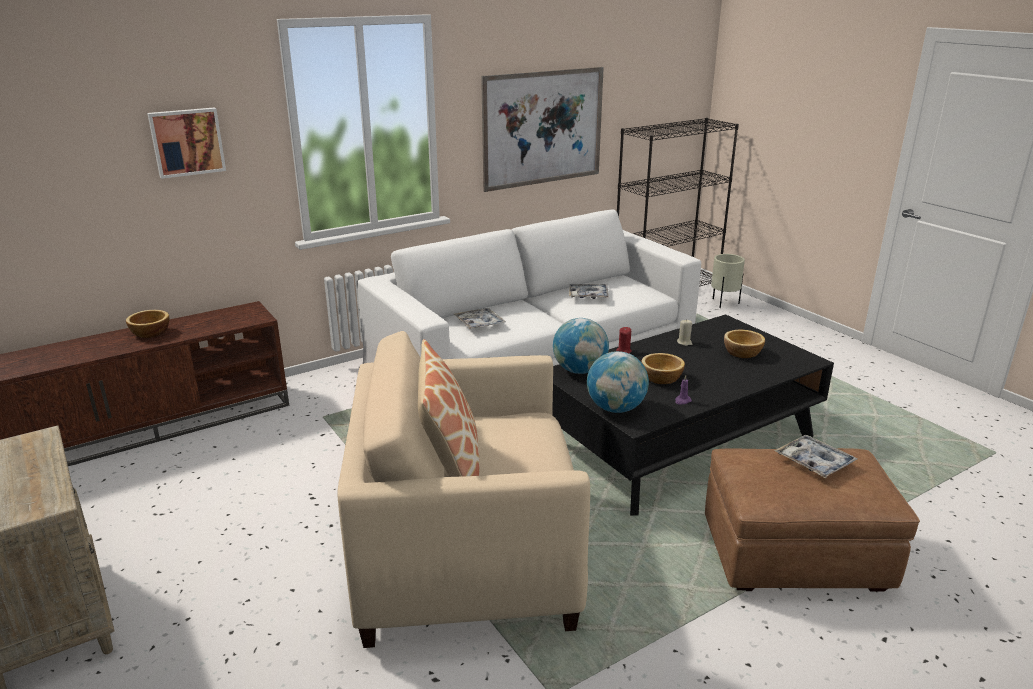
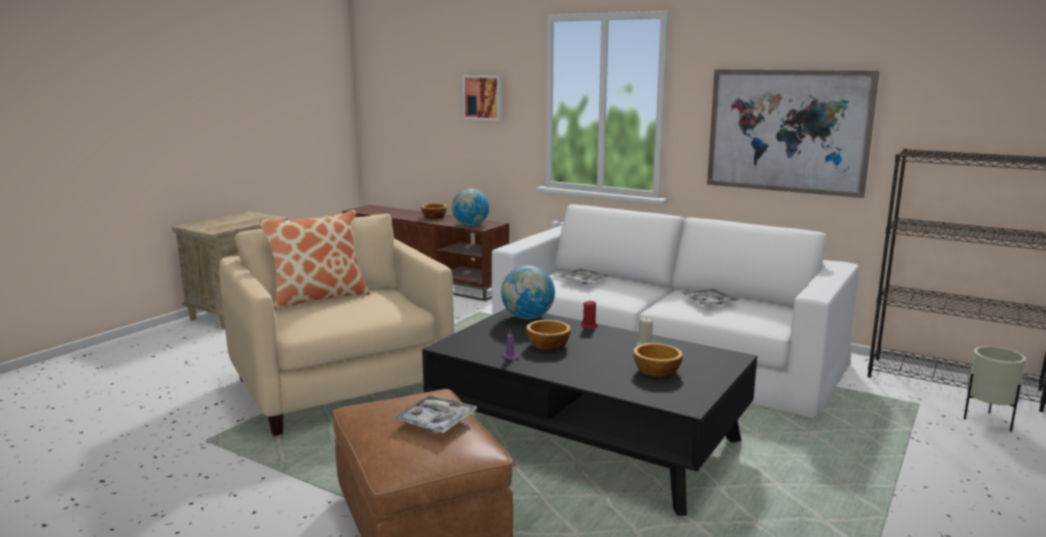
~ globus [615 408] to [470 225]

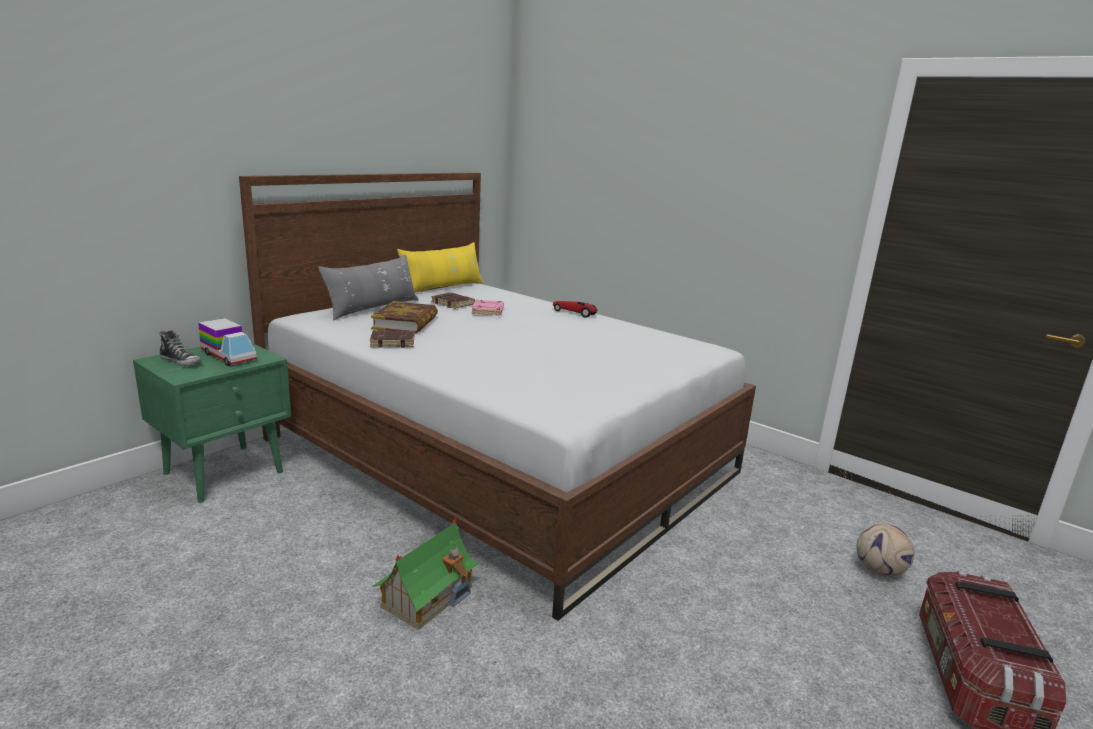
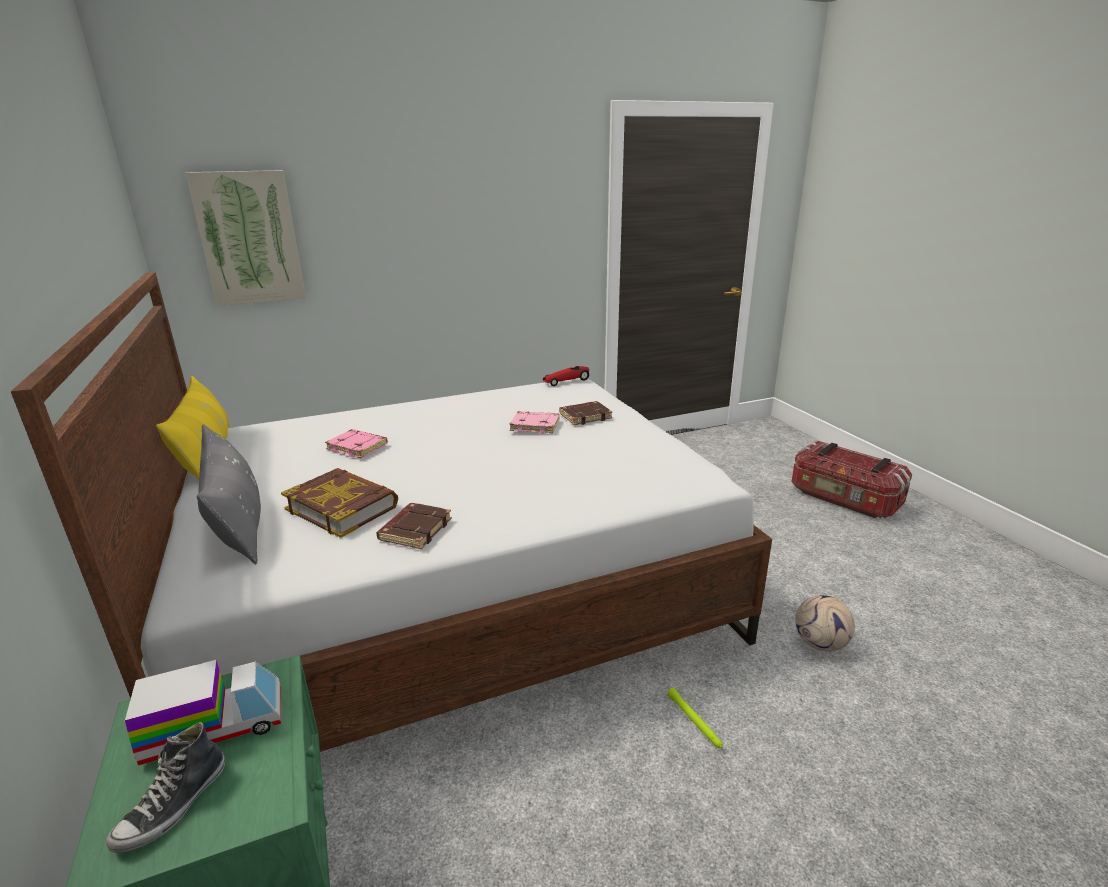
~ książka (brązowy) [453 303] to [585 416]
~ samochodzik [574 313] to [566 381]
~ but [181 362] = [174 806] 150 degrees clockwise
~ domek [428 596] to latarka (zielony) [694 721]
~ piłka futbolowa [879 571] to [821 644]
+ obraz [249 238]
+ książka (różowy) [536 426]

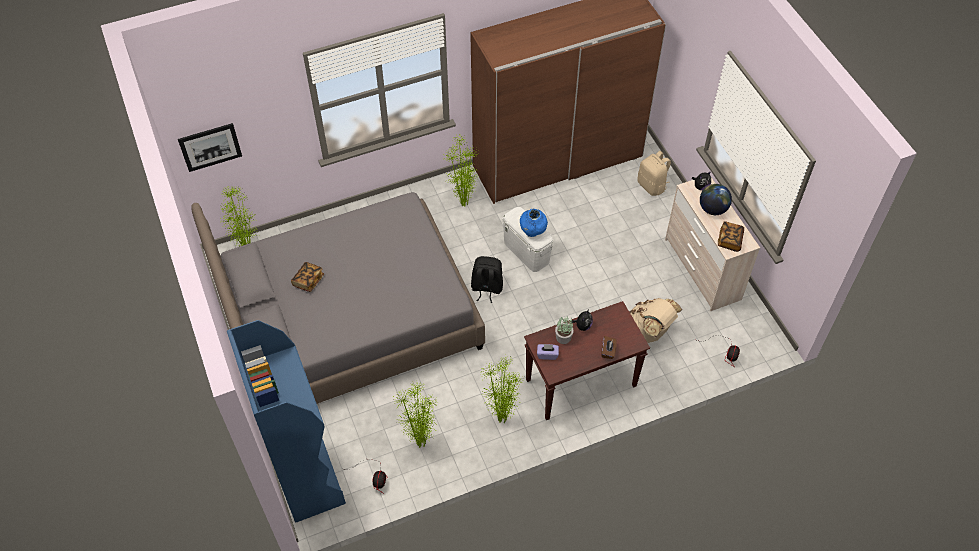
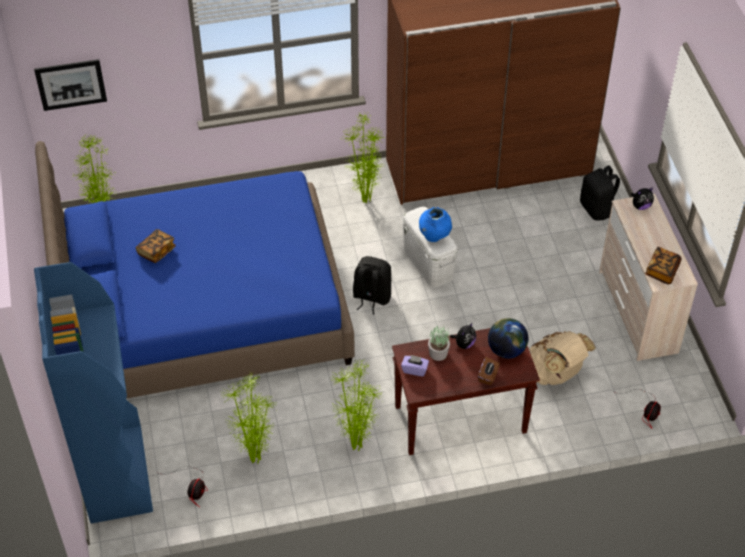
~ plecak (beżowy) [652 186] to plecak (czarny) [597 209]
~ globus [712 209] to [506 350]
~ łóżko (szary) [350 320] to łóżko (niebieski) [203 310]

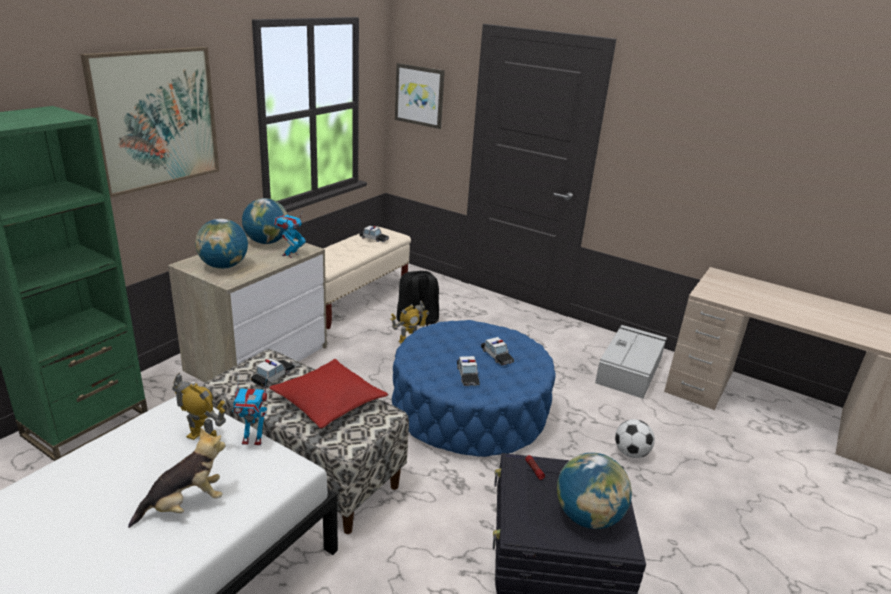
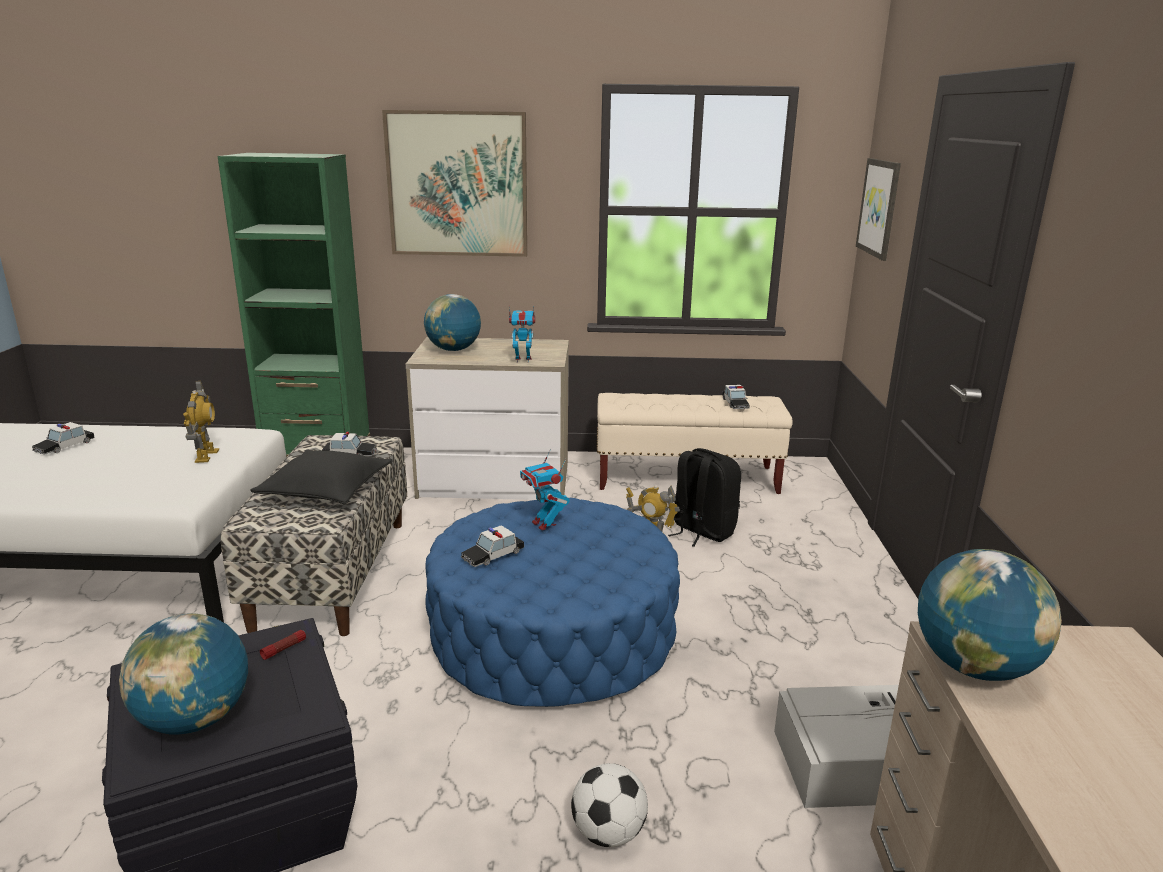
~ globus [267 242] to [974 666]
~ samochodzik [497 356] to [64 446]
~ poduszka (czerwony) [328 402] to poduszka (czarny) [326 489]
~ robot zabawkowy [253 439] to [544 524]
- pluszak [185 505]

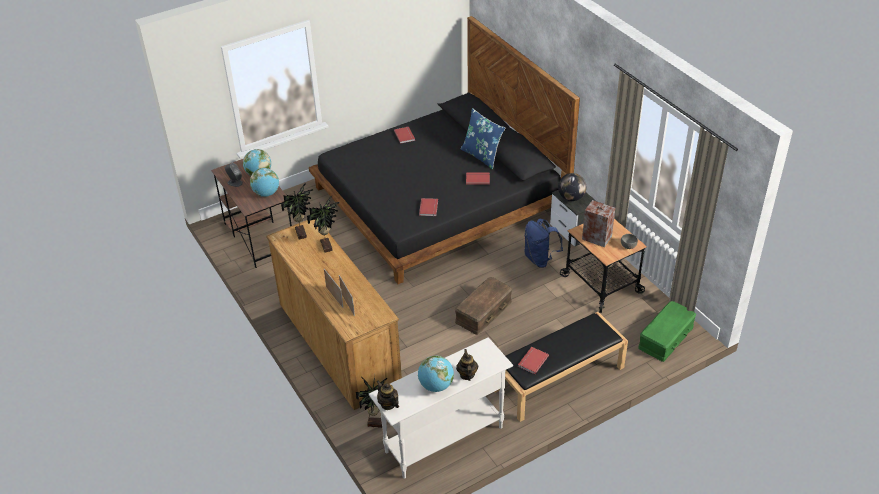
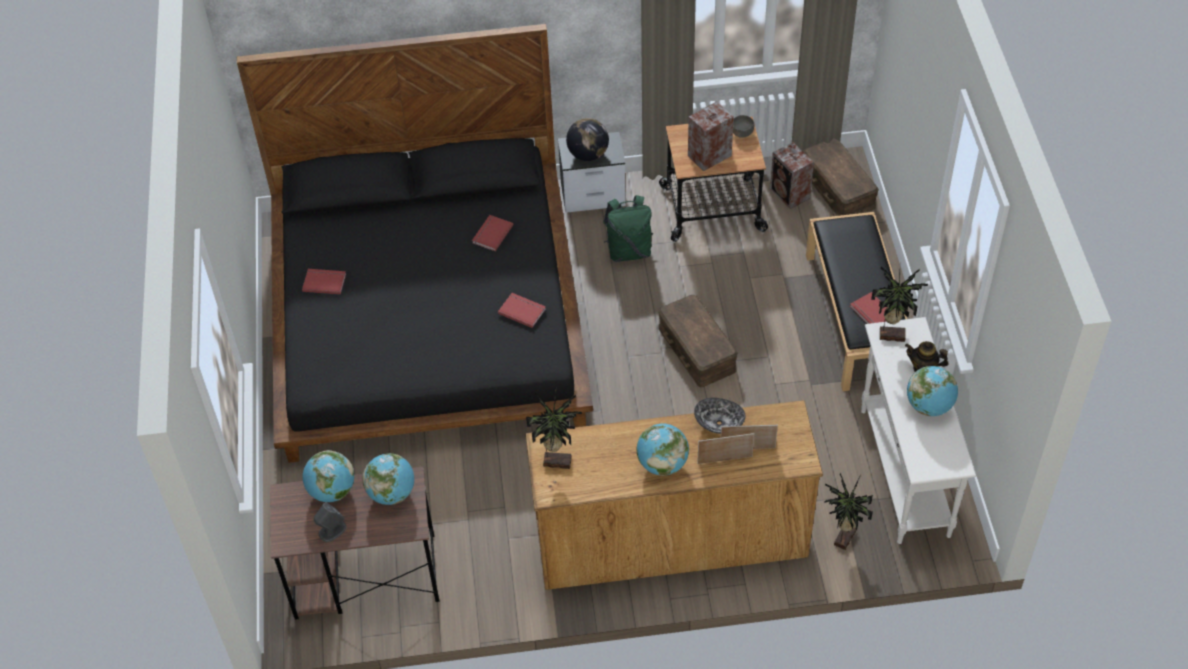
- poduszka (niebieski) [482 156]
~ roślina doniczkowa [327 246] to [891 334]
~ plecak (niebieski) [540 259] to plecak (zielony) [629 251]
~ pojemnik do przechowywania (zielony) [666 337] to pojemnik do przechowywania (brązowy) [838 188]
- imbryk [388 404]
+ głośnik [790 194]
+ miska [719 423]
+ globus [662 464]

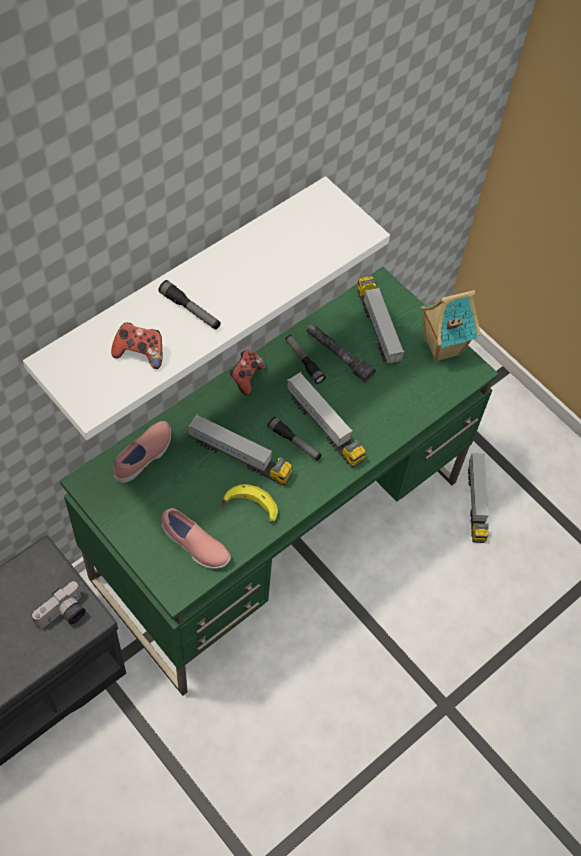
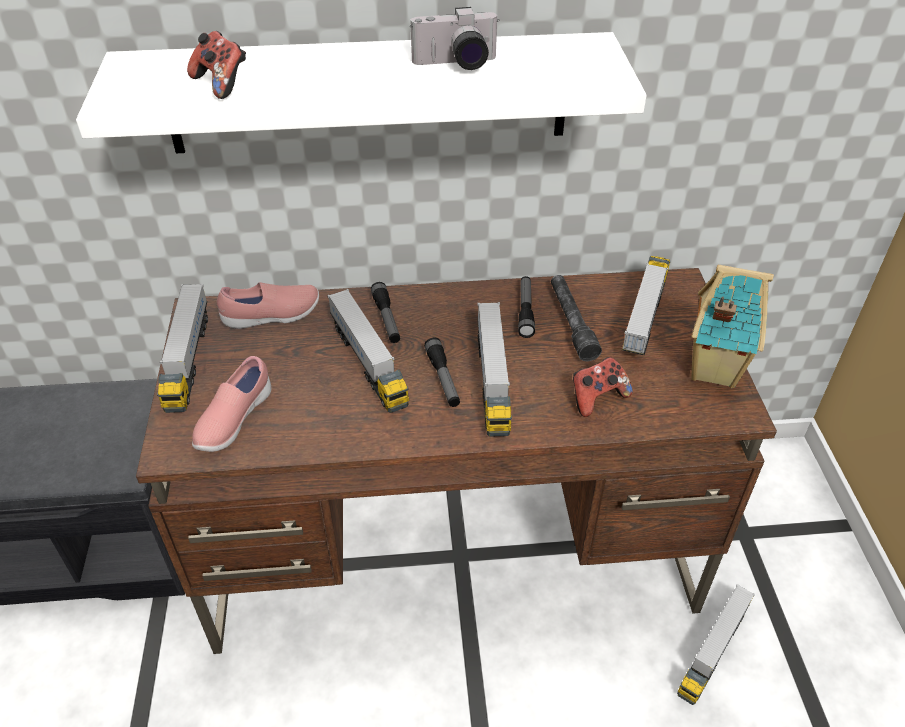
~ biurko (zielony) [279 528] to biurko (brązowy) [454 546]
~ latarka [190 310] to [386 319]
~ pad do gier [246 377] to [597 398]
- banan [249 510]
~ but (różowy) [195 546] = [233 420] 45 degrees clockwise
~ aparat fotograficzny [63 615] to [456 64]
+ ciężarówka zabawkowa [188 359]

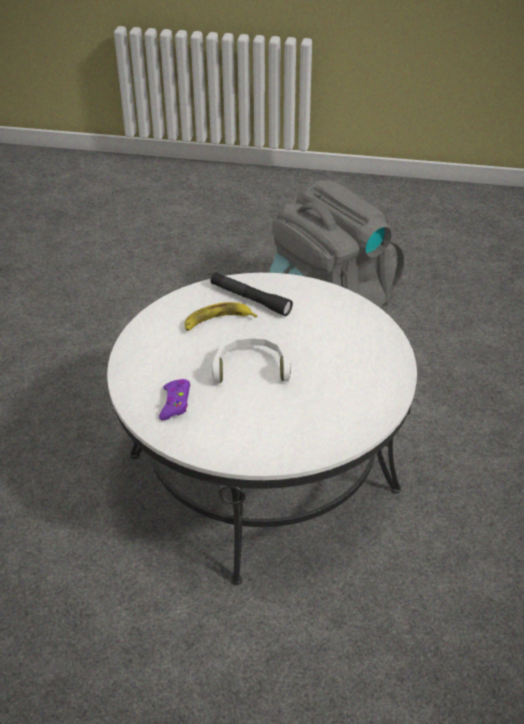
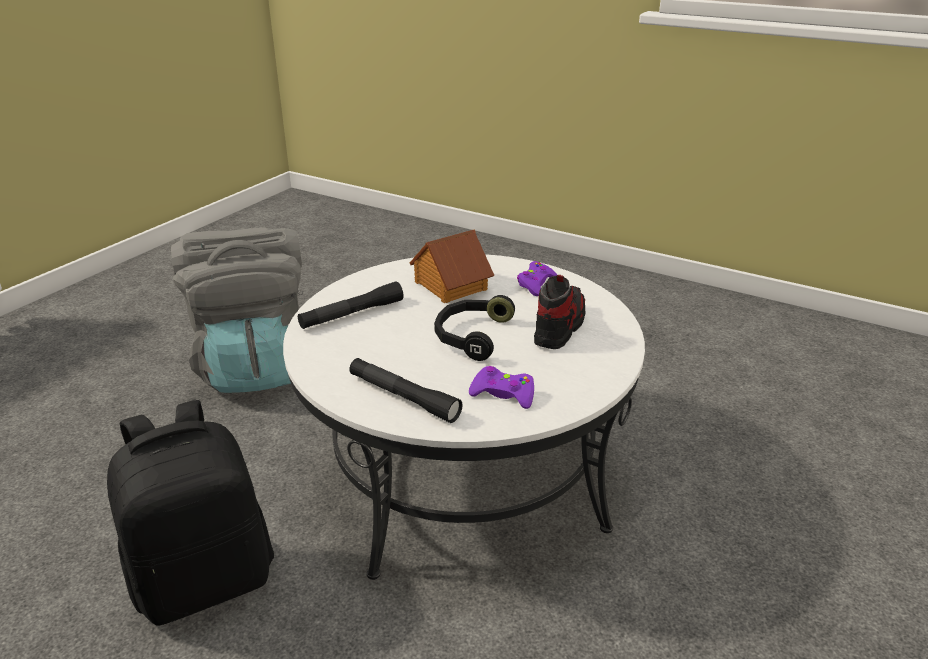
- banan [217 321]
~ słuchawki (biały) [251 367] to słuchawki (czarny) [471 336]
+ domek [450 285]
+ pad do gier (fioletowy) [535 284]
+ but [559 327]
+ latarka (czarny) [403 397]
+ plecak (czarny) [206 579]

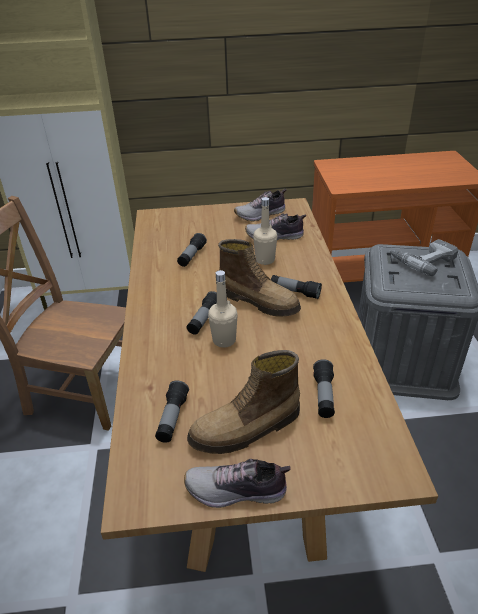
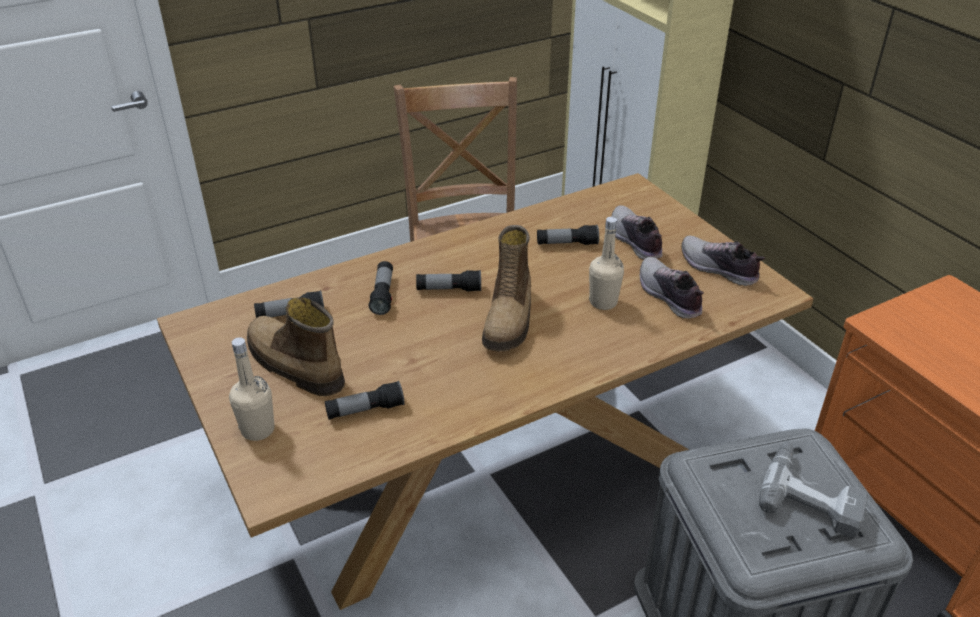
~ butelka (beżowy) [224 340] to [258 430]
~ latarka [295 292] to [383 294]
~ but [237 491] to [634 241]

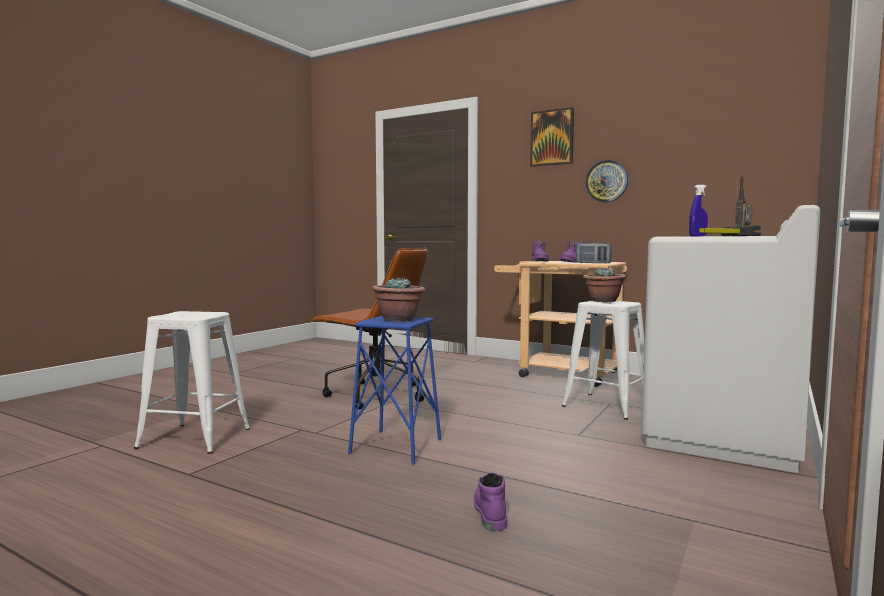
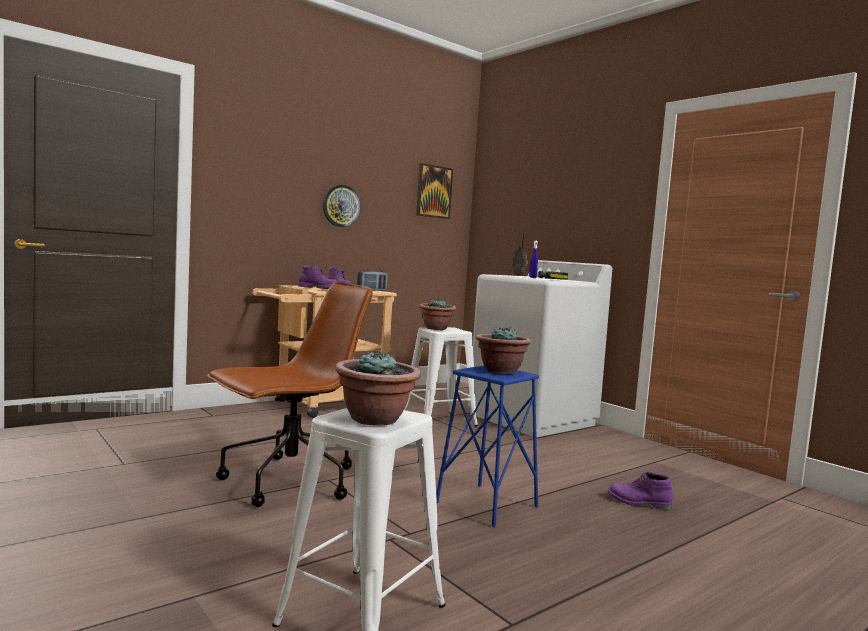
~ obraz [552 137] to [433 191]
+ roślina doniczkowa [375 419]

